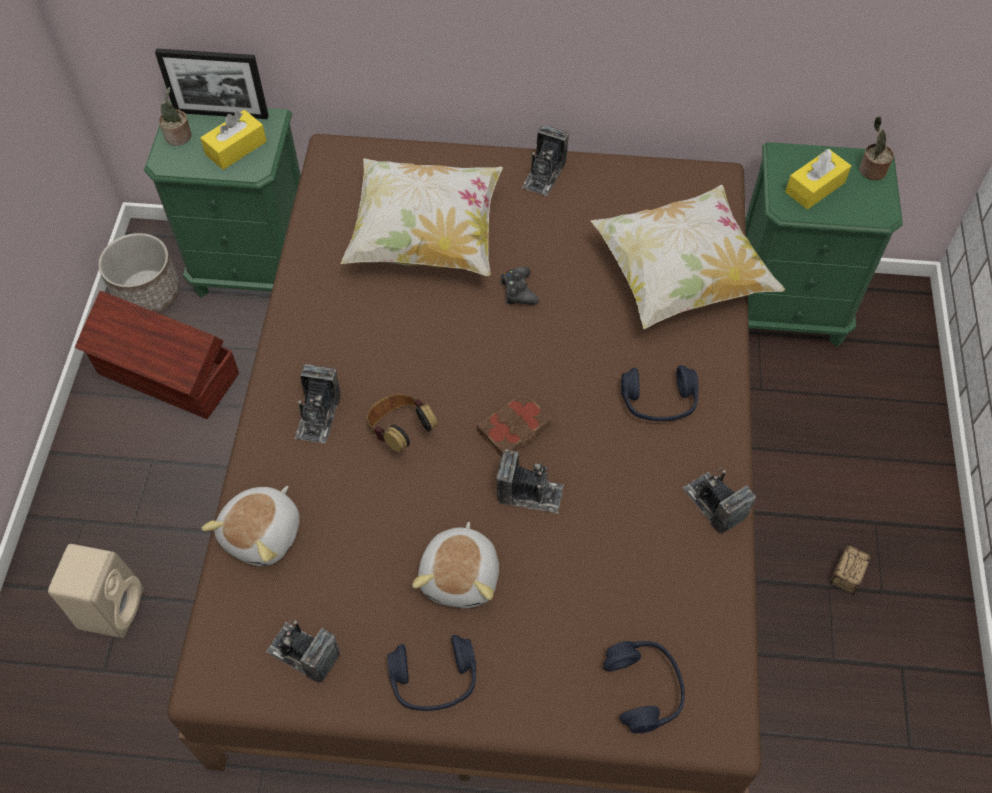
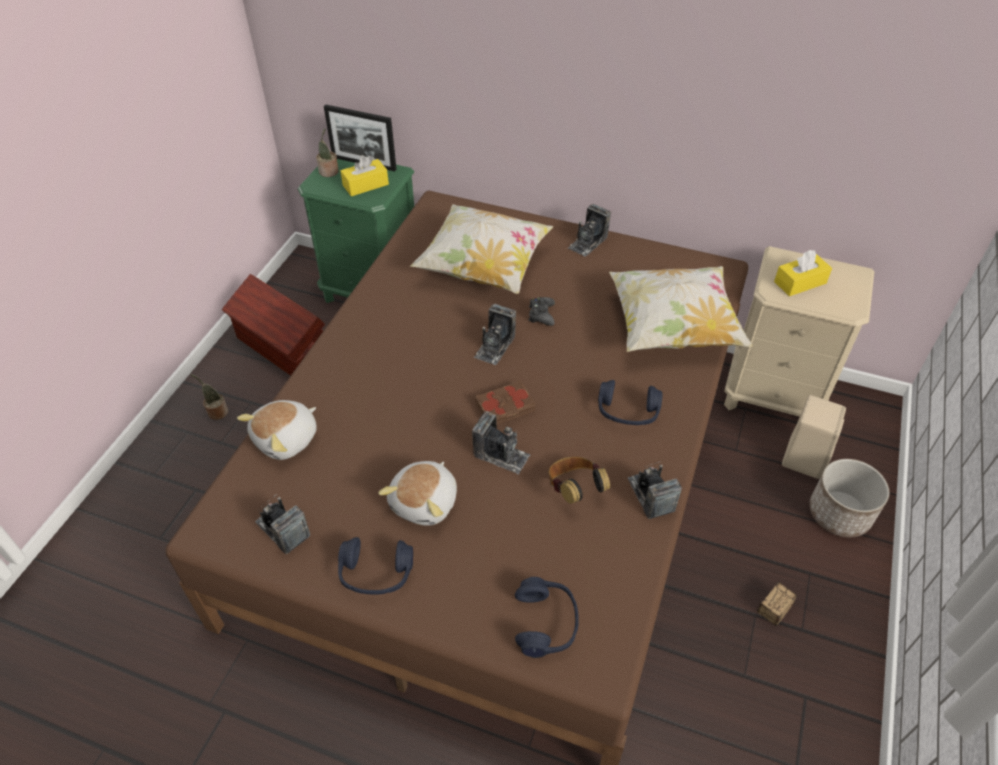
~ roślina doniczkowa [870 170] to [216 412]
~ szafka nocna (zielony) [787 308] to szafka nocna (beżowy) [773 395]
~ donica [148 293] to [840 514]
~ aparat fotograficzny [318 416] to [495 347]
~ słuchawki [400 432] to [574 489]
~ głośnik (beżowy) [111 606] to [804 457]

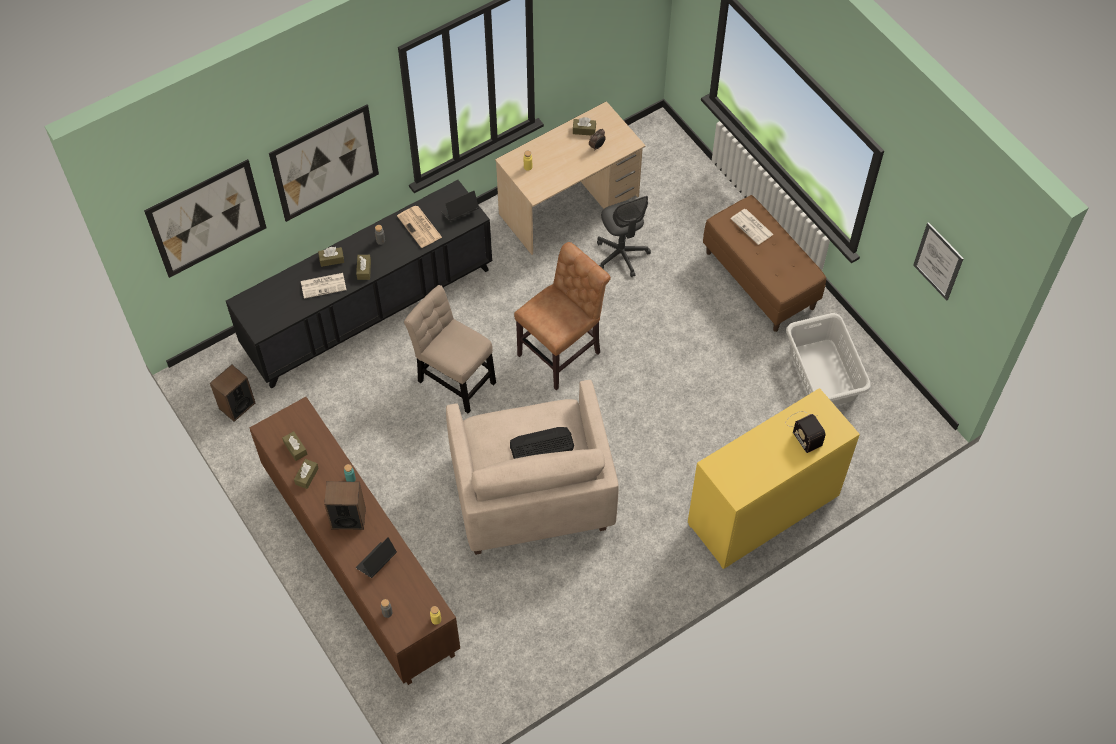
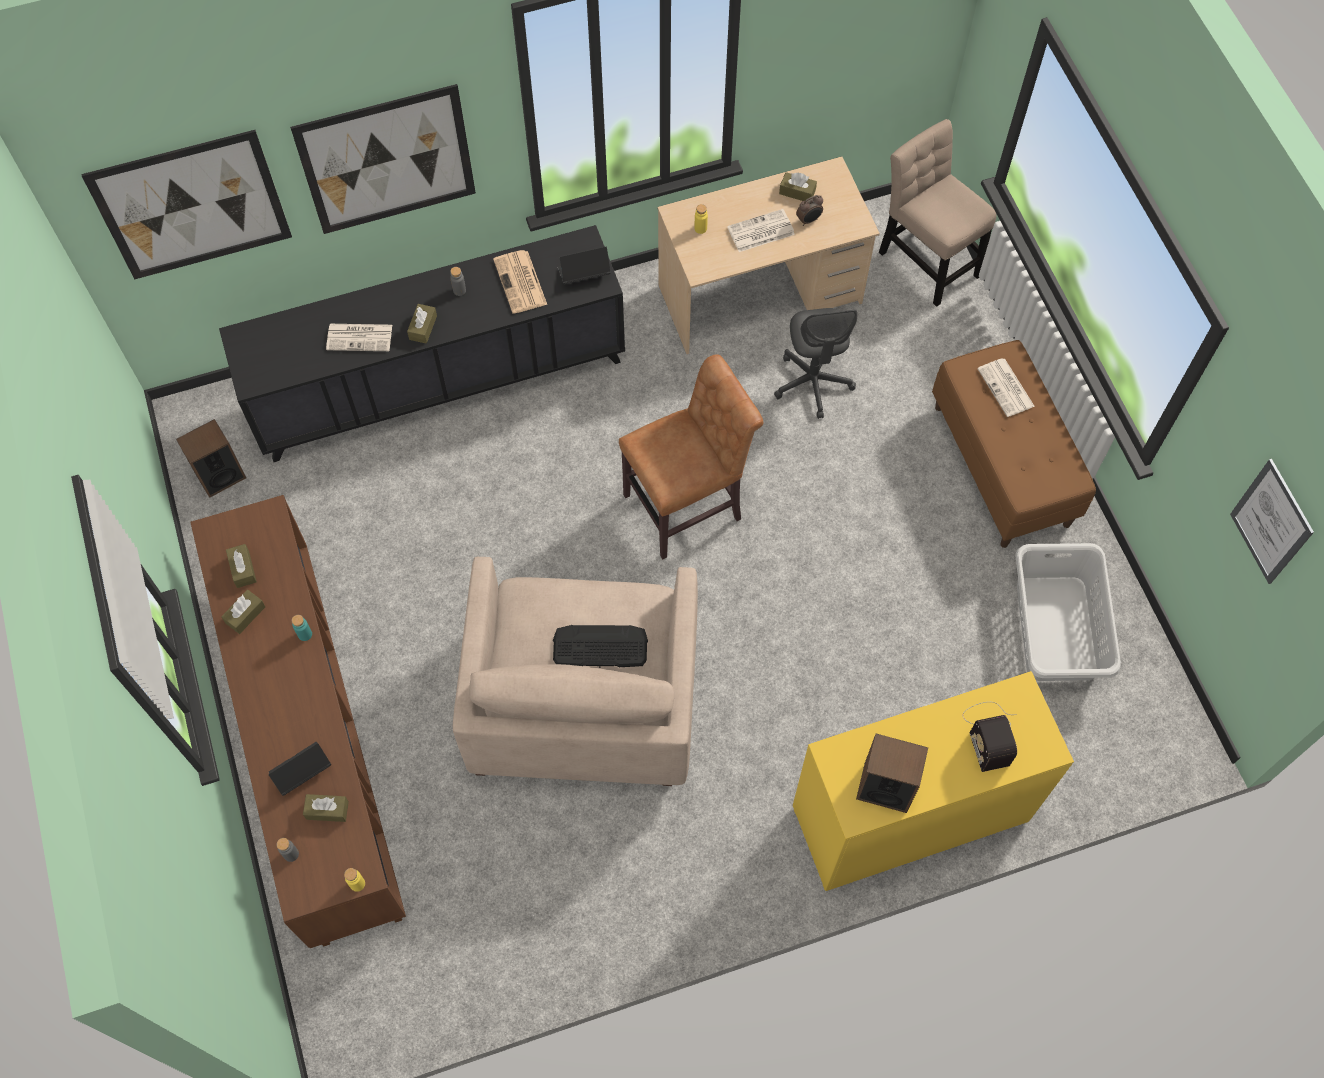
~ pudełko chusteczek (brązowy) [331 259] to [327 810]
~ krzesło (beżowy) [454 379] to [926 259]
~ głośnik [348 518] to [885 787]
+ gazeta [760 232]

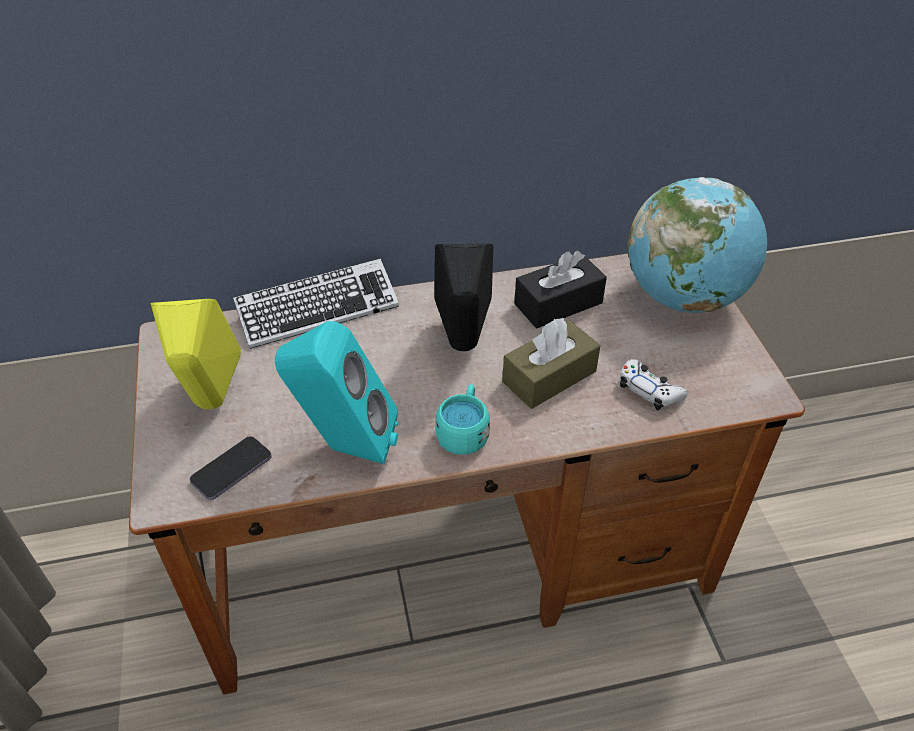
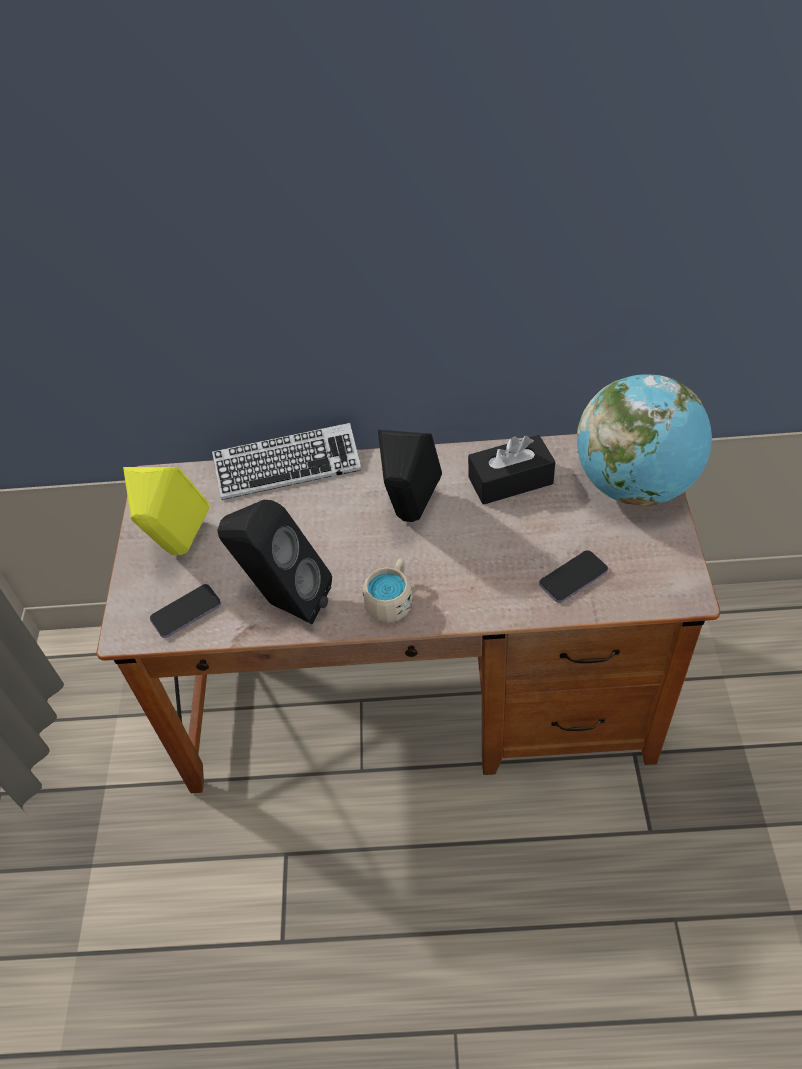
- pudełko chusteczek (brązowy) [549 376]
~ głośnik (turkusowy) [345 447] to głośnik (czarny) [285 602]
~ pad do gier (biały) [649 390] to telefon [573 578]
~ kubek (turkusowy) [464 431] to kubek (beżowy) [391 600]

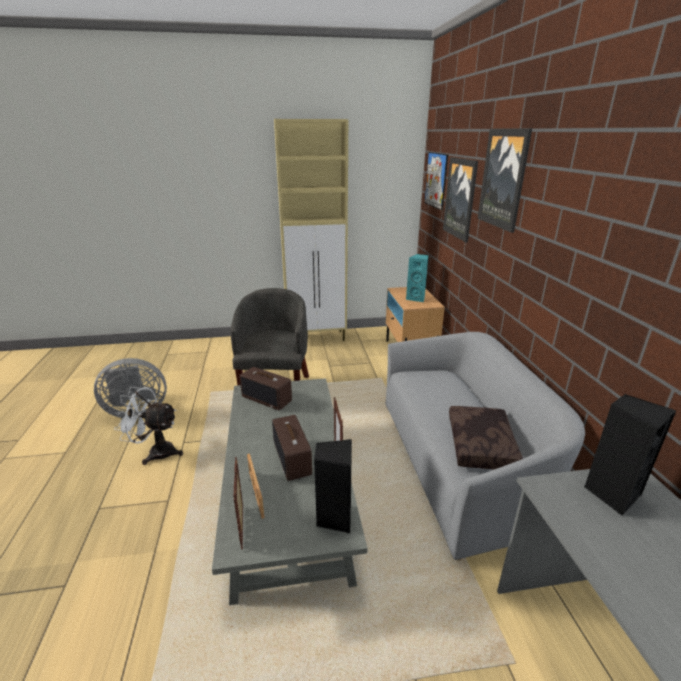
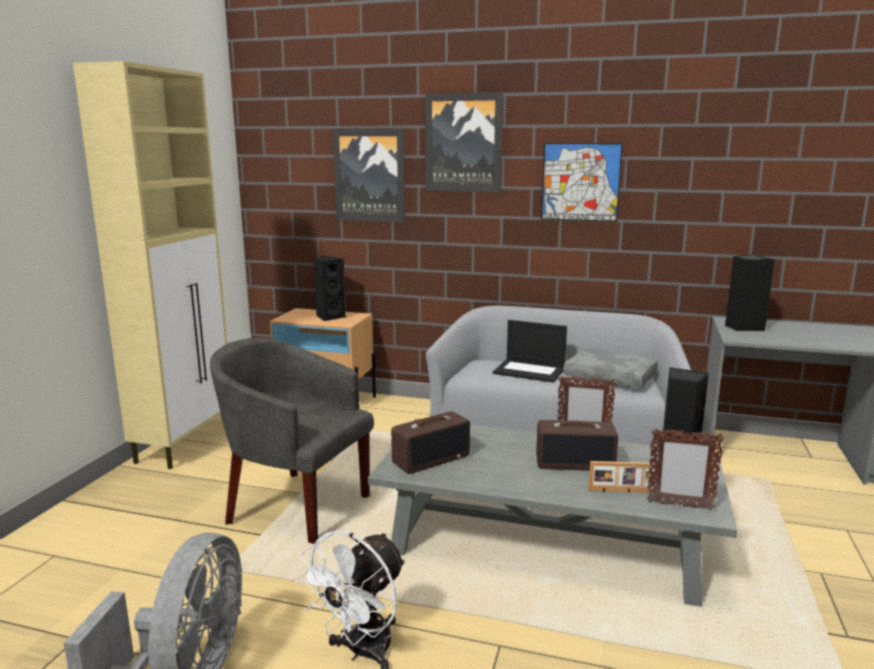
~ obraz [436 180] to [580 182]
~ głośnik (turkusowy) [416 298] to głośnik (czarny) [329 317]
~ poduszka (brązowy) [482 445] to poduszka (szary) [610 378]
+ laptop [530 371]

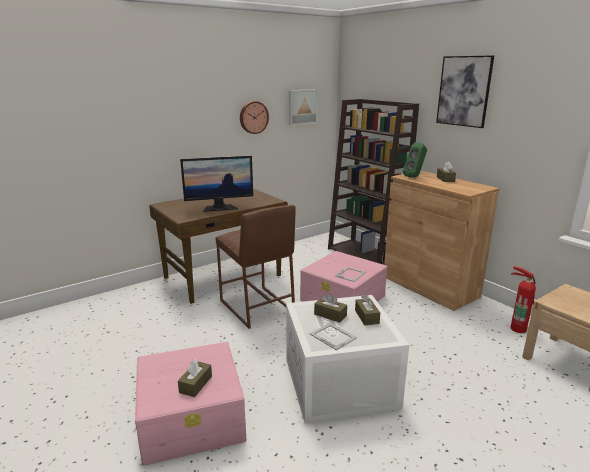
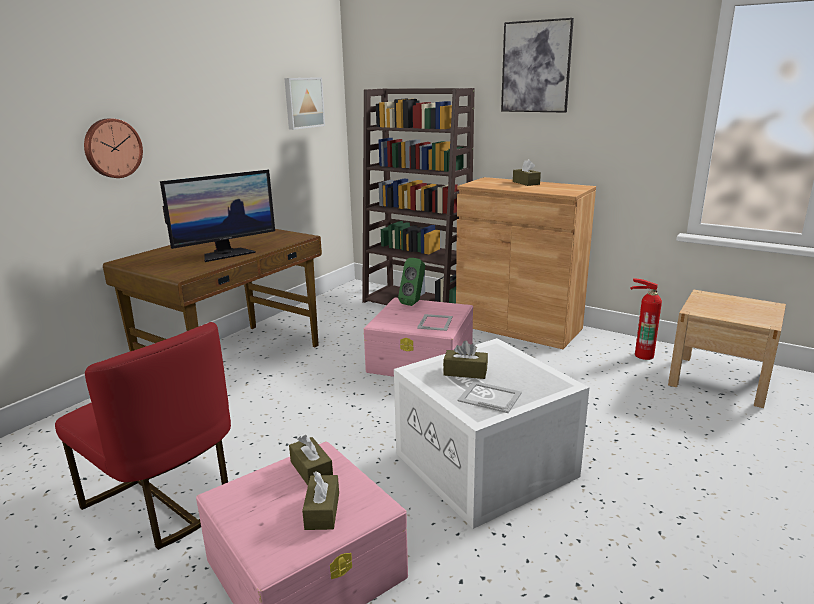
~ zegar ścienny [253 117] to [112 148]
~ głośnik (zielony) [414 177] to [414 302]
- stołek (brązowy) [256 307]
~ pudełko chusteczek (brązowy) [366 317] to [311 470]
+ krzesło (czerwony) [164 501]

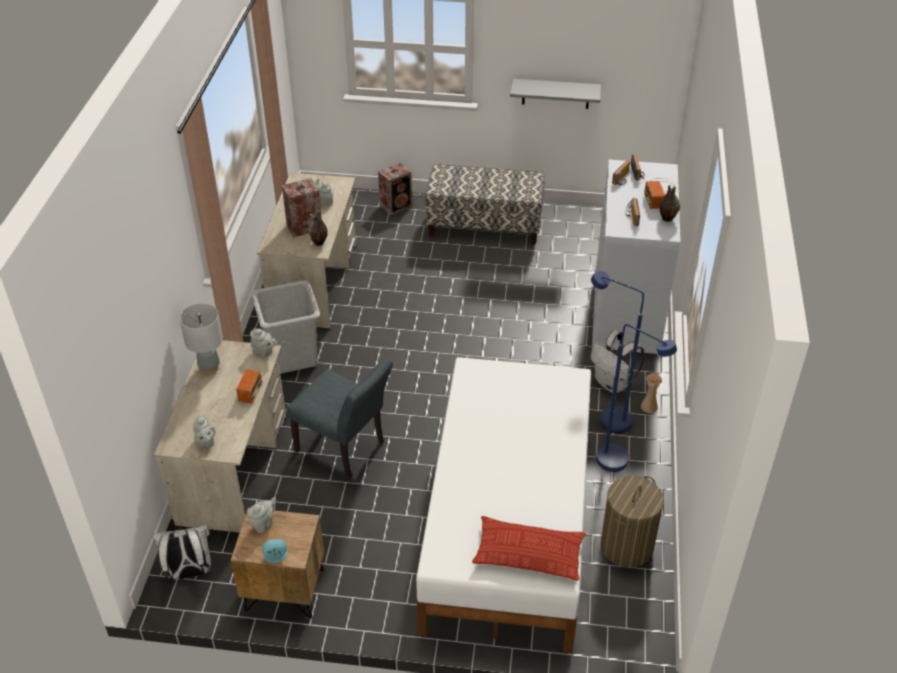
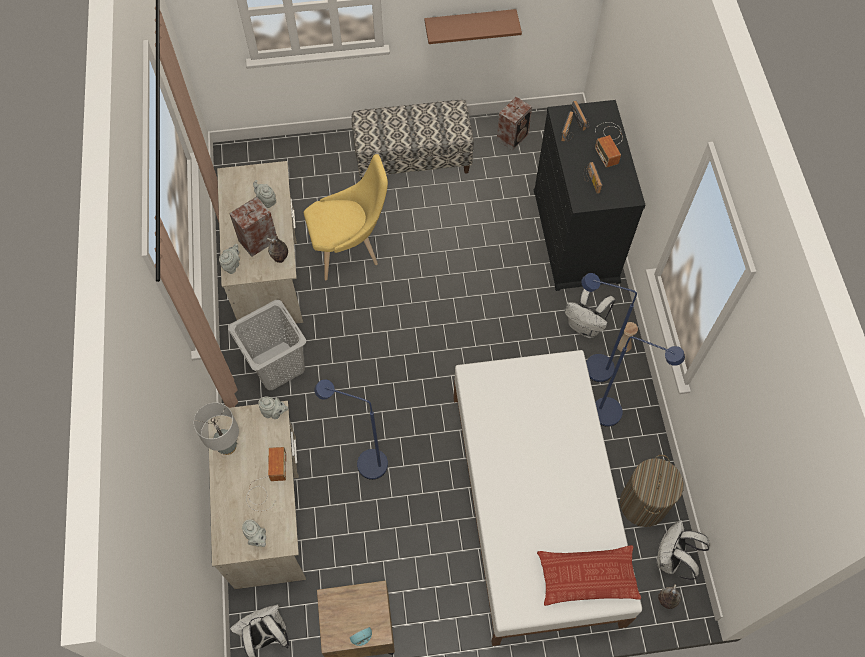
~ półka (szary) [555 93] to półka (brązowy) [470 24]
~ komoda (biały) [627 310] to komoda (czarny) [575 236]
~ głośnik [397 205] to [513 136]
~ wazon [666 218] to [665 601]
~ krzesło (szary) [345 449] to lampa stojąca (niebieski) [364 462]
~ imbryk (szary) [264 523] to [232 265]
+ krzesło (żółty) [350 249]
+ plecak (biały) [671 559]

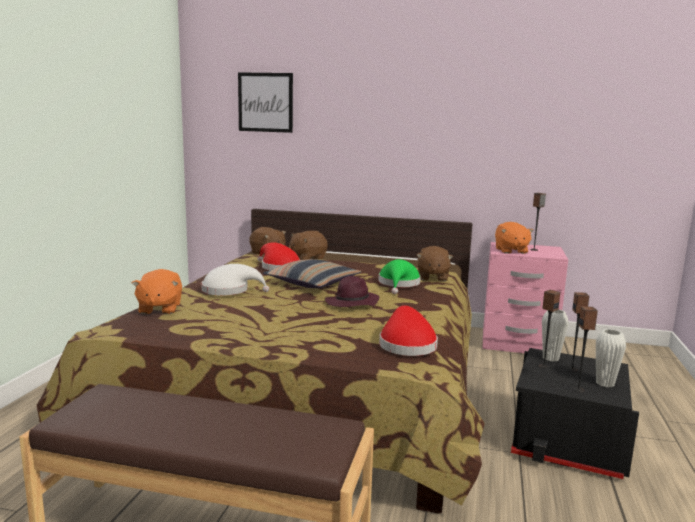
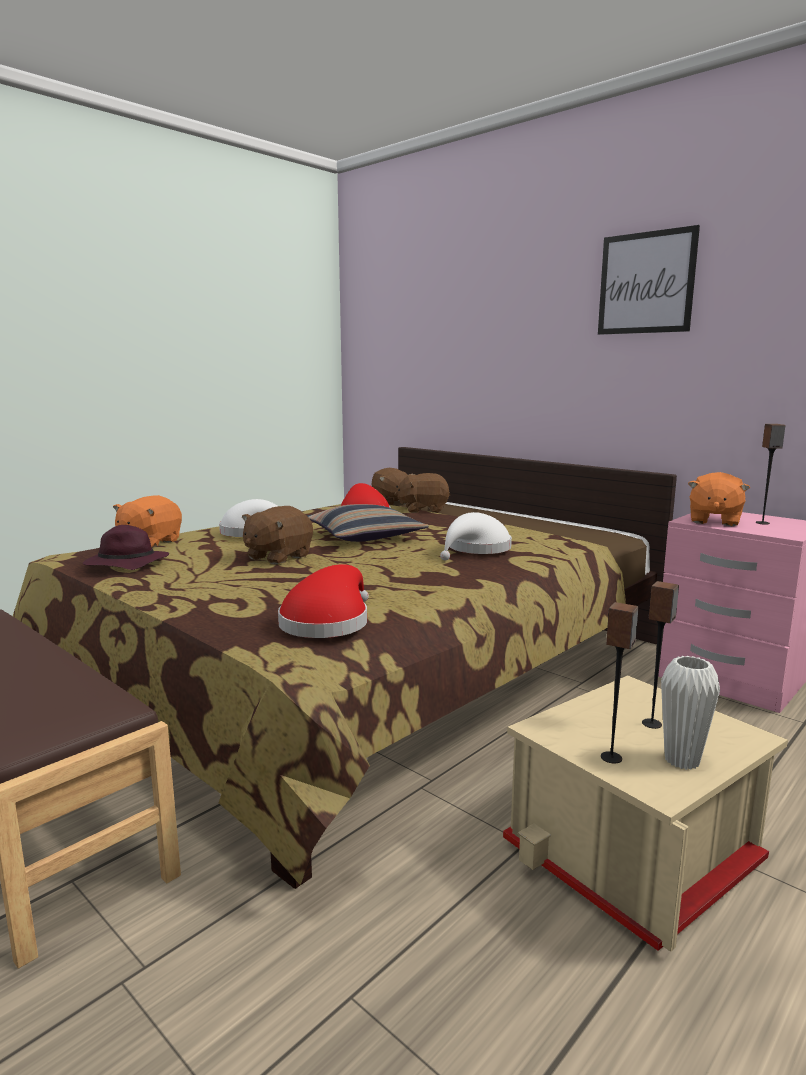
~ obraz [265 102] to [646 283]
~ pluszak (brązowy) [432 277] to [277 557]
~ kapelusz (zielony) [399 284] to kapelusz (biały) [476 550]
~ kapelusz (fioletowy) [351 303] to [125 564]
- głośnik [543 366]
- wazon (biały) [550 358]
~ pojemnik do przechowywania (czarny) [568 441] to pojemnik do przechowywania (beżowy) [636 852]

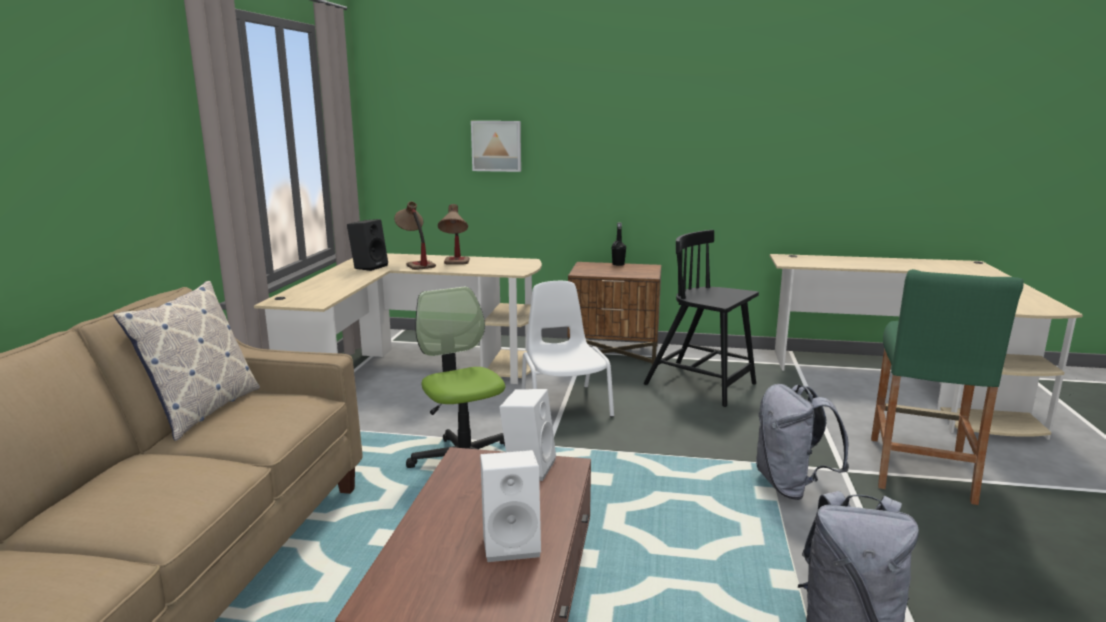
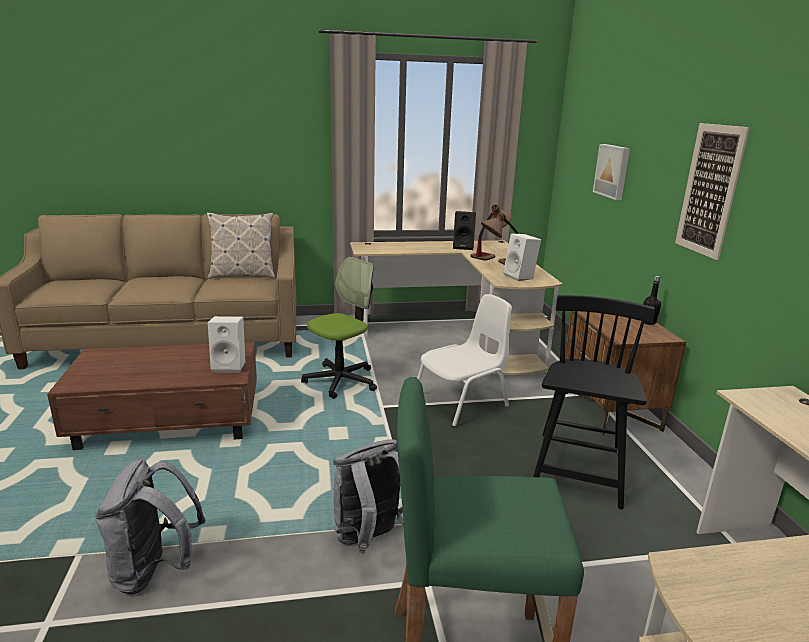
~ głośnik (biały) [512 543] to [520 277]
+ obraz [710 190]

